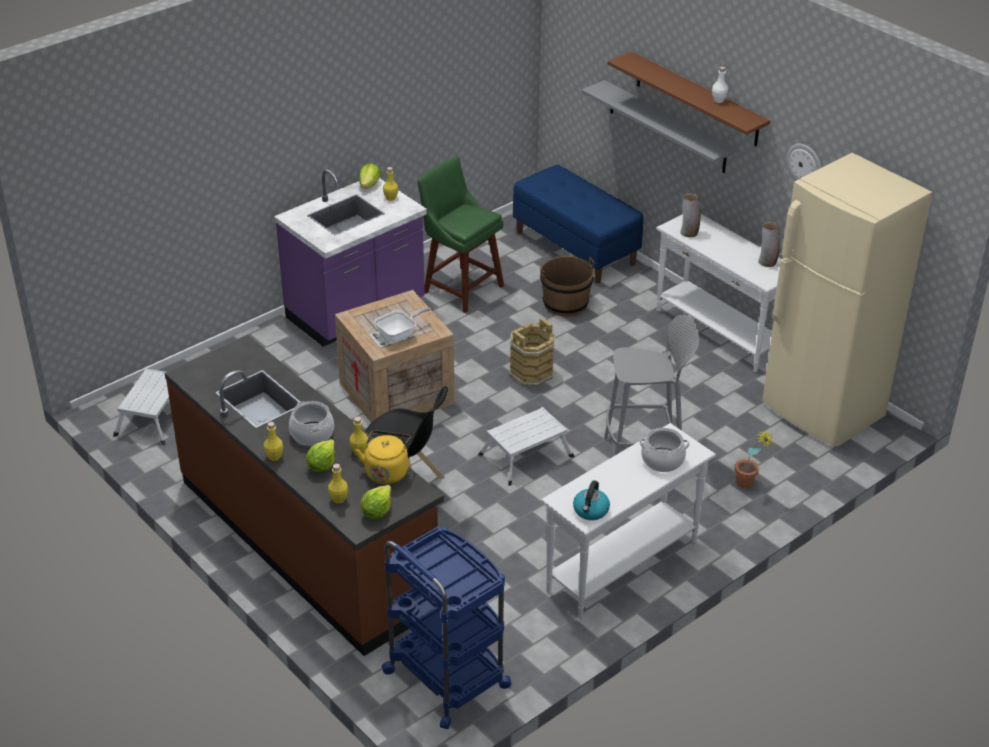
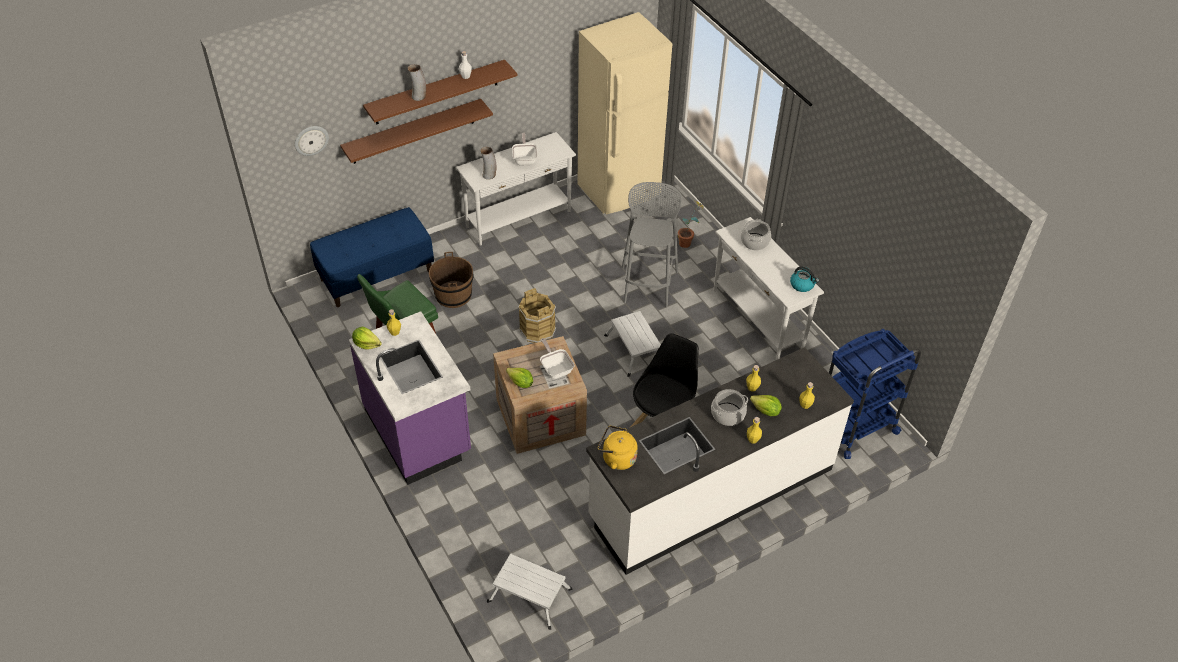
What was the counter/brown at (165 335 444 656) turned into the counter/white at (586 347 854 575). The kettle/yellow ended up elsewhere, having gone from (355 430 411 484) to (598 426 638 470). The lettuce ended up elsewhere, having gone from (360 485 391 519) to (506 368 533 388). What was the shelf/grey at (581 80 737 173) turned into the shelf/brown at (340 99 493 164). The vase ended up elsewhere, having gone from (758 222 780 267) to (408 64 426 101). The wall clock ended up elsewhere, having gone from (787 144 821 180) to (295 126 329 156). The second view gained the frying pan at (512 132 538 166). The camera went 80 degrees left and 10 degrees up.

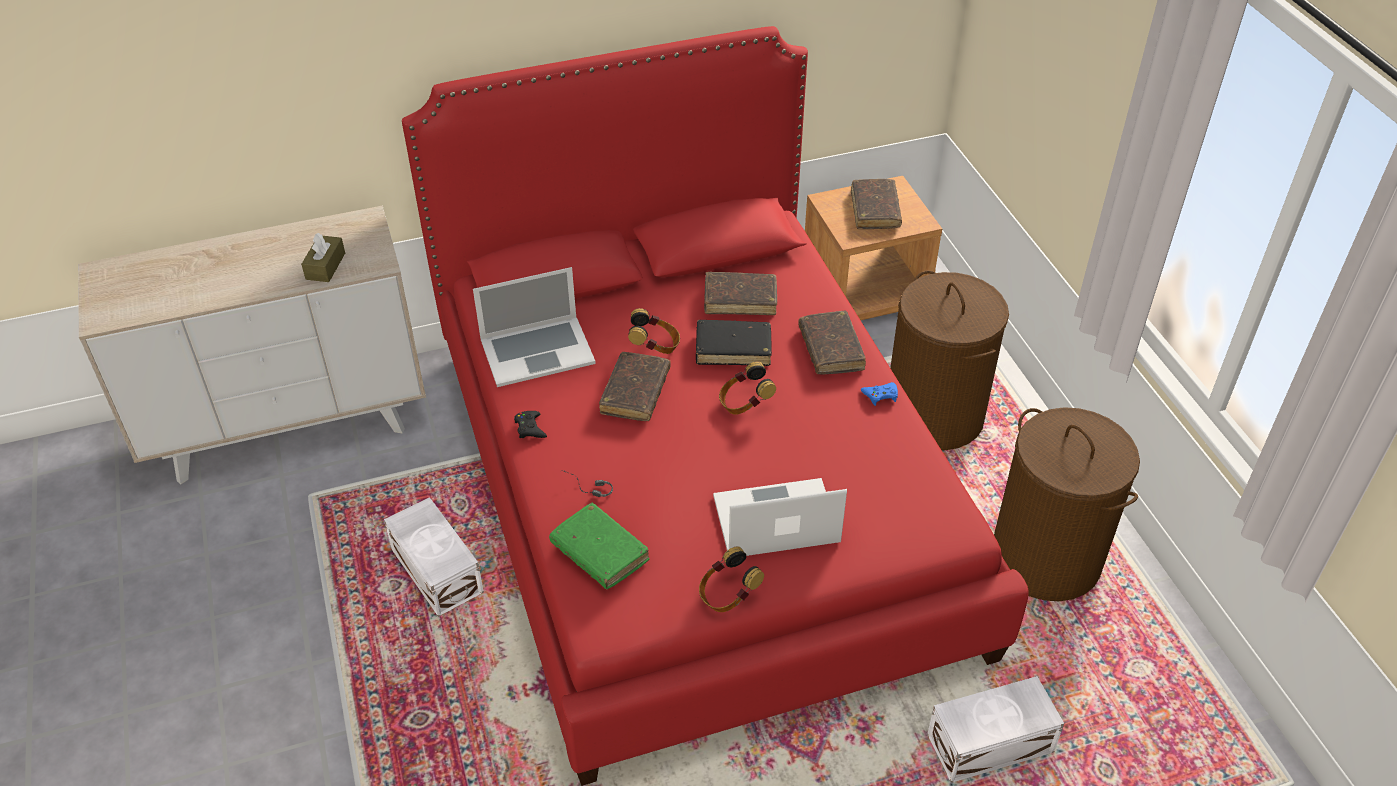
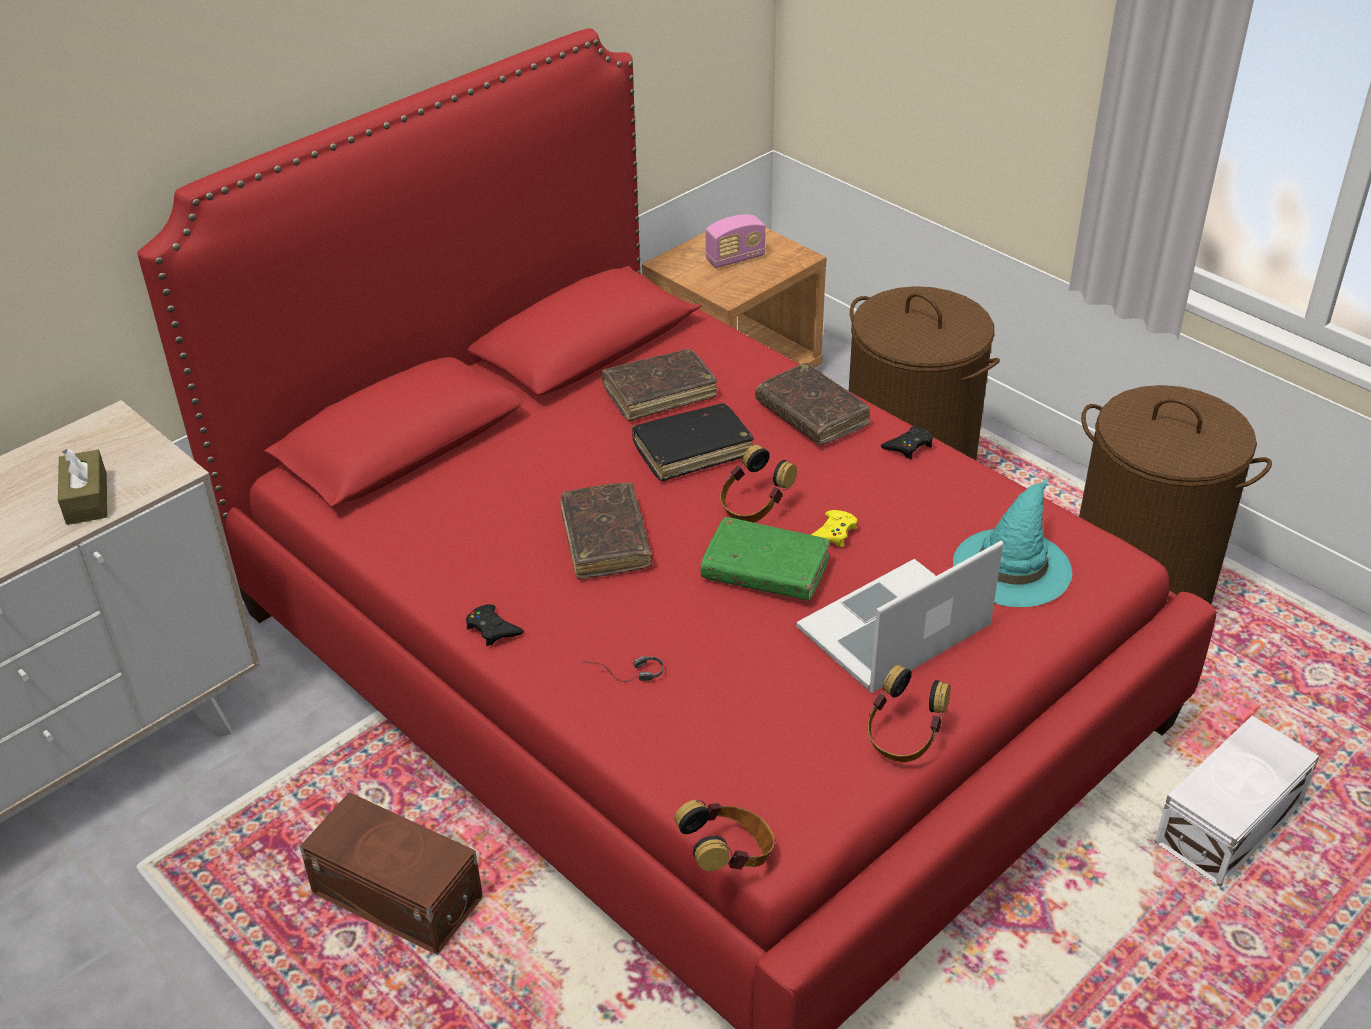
What was the storage box/white at (384 497 484 617) turned into the storage box/brown at (300 792 483 955). The second view lost the laptop at (473 267 596 387). The book/green ended up elsewhere, having gone from (549 503 649 590) to (700 517 830 600). The headphones ended up elsewhere, having gone from (628 308 680 354) to (674 800 775 871). Where the book/brown stood at (851 179 902 229), the radio came to stand at (705 214 765 268). What was the game controller/blue at (861 382 898 406) turned into the game controller/black at (881 426 933 459). The second view gained the game controller/yellow at (811 510 857 547). The second view gained the hat/turquoise at (953 476 1072 607). The camera went 25 degrees left and 5 degrees down.

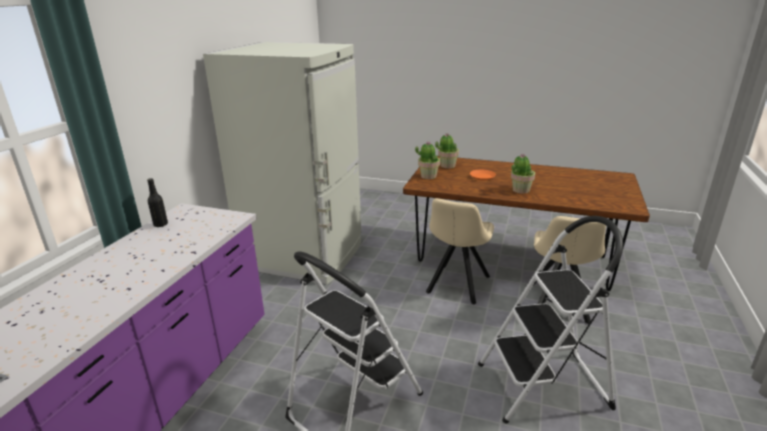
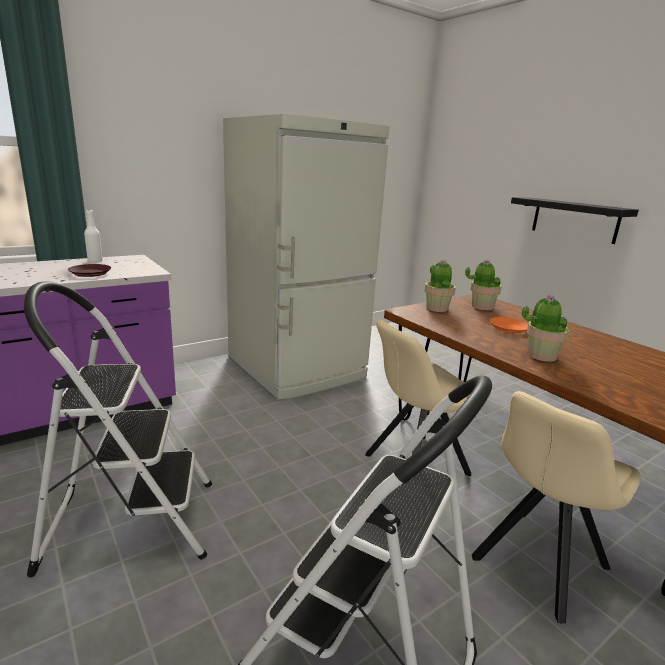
What was the bottle/black at (147 178 168 227) turned into the bottle/white at (84 210 103 262). The second view gained the plate/brown at (68 264 111 277). The second view gained the shelf/black at (511 197 639 244). The camera went 35 degrees right and 5 degrees down.

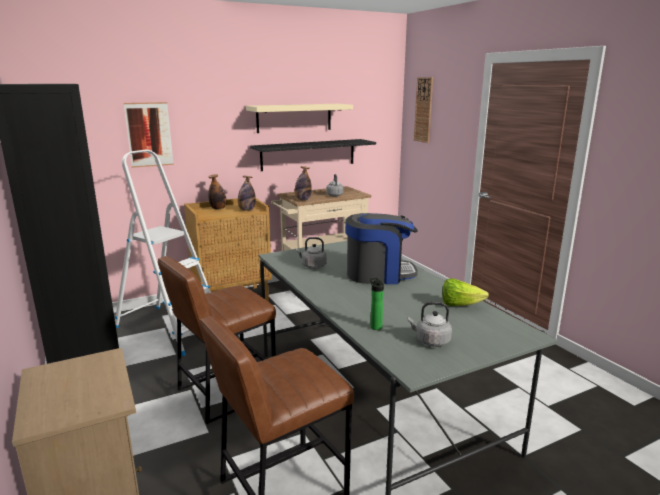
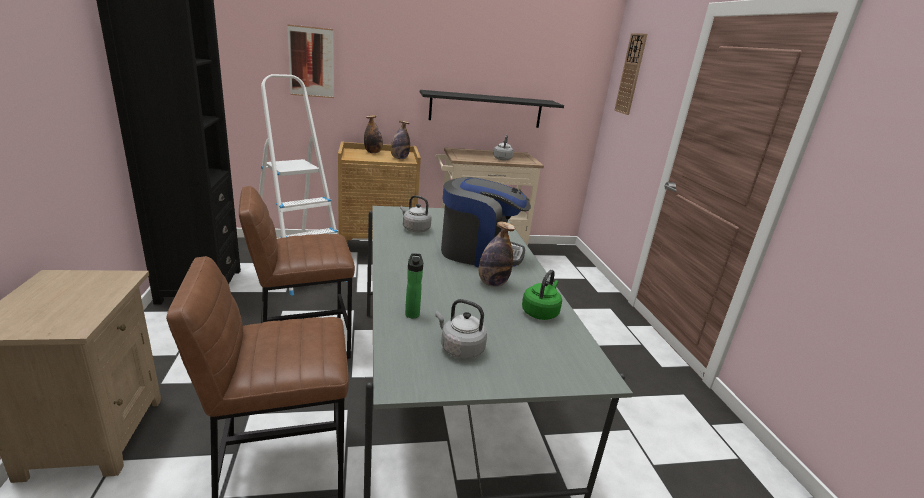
The second view lost the shelf/beige at (246 104 353 133). The bottle ended up elsewhere, having gone from (295 166 312 200) to (479 222 515 287). Where the lettuce stood at (442 278 489 306), the kettle/green came to stand at (522 270 562 320). The camera went 15 degrees right and 5 degrees up.

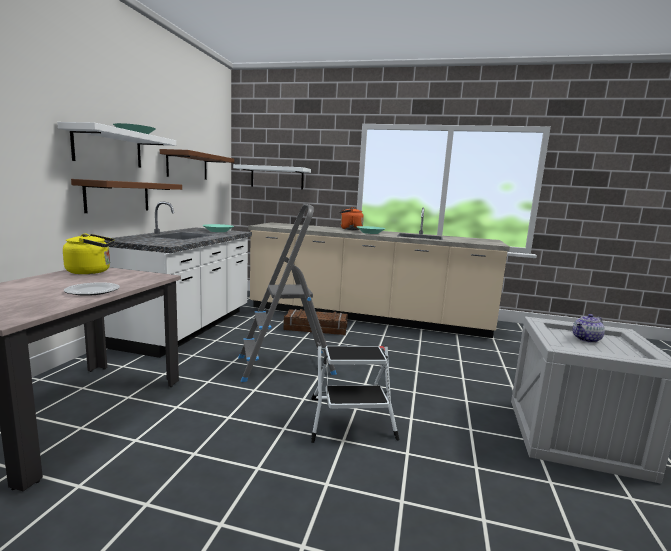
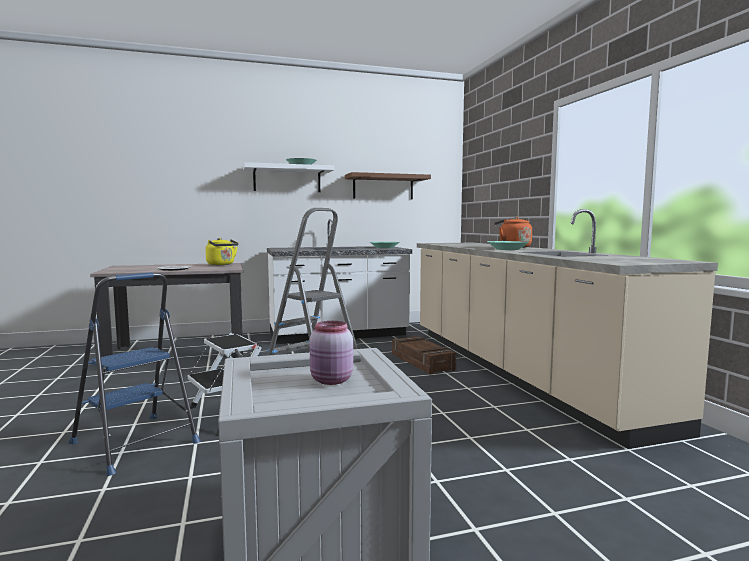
The second view lost the shelf/brown at (71 179 182 213). The second view lost the shelf/white at (233 164 311 190). Where the teapot stood at (573 314 605 343), the jar/pink came to stand at (309 321 353 385). The second view gained the step ladder/blue at (69 272 201 476). The camera went 60 degrees right and 5 degrees down.

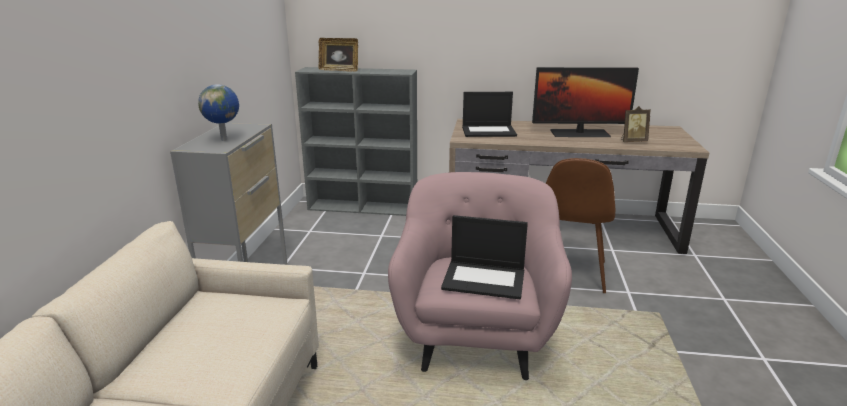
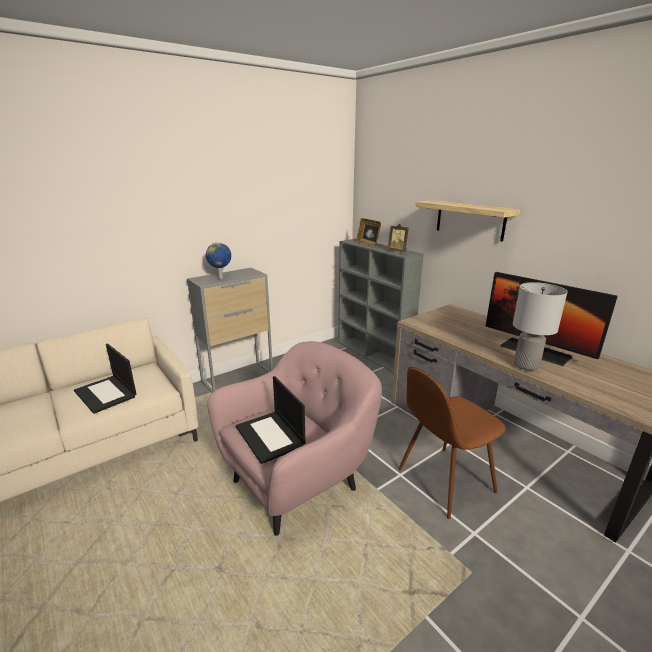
The laptop ended up elsewhere, having gone from (462 92 517 137) to (74 344 137 414). The picture frame ended up elsewhere, having gone from (621 106 651 142) to (387 224 409 253). The second view gained the shelf at (415 200 520 242). The second view gained the table lamp/grey at (513 282 568 371). The camera went 45 degrees right and 0 degrees up.

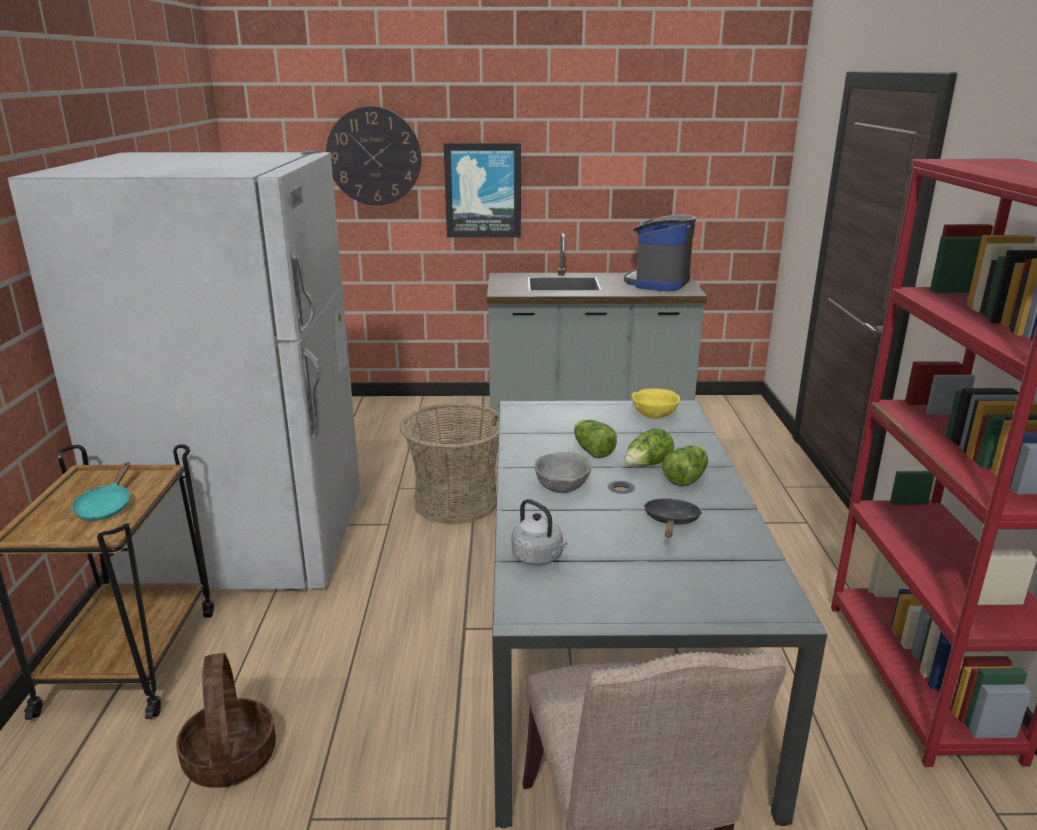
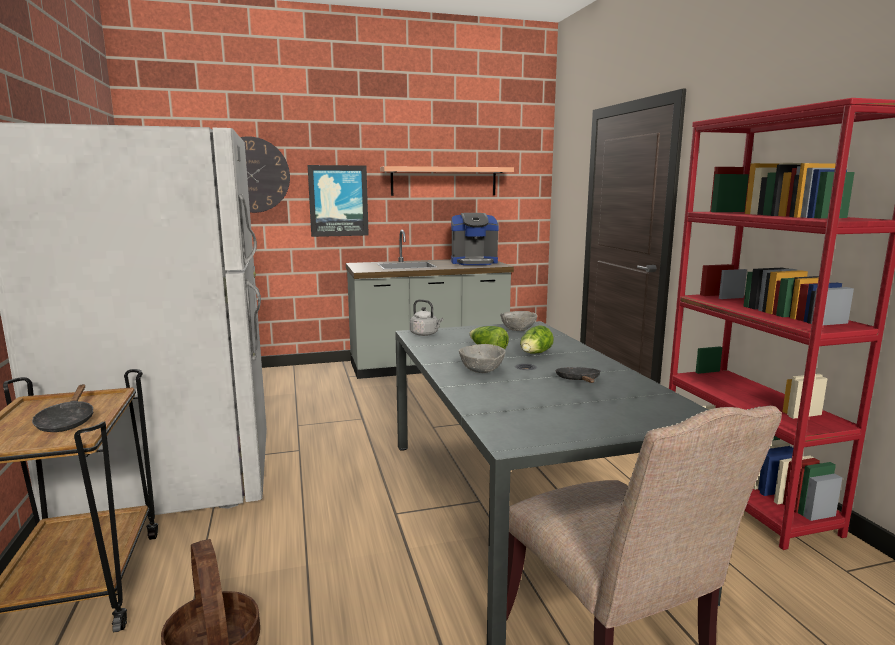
What was the frying pan/turquoise at (72 462 130 521) turned into the frying pan/black at (32 384 94 432). The second view lost the basket at (400 402 500 525). The kettle/grey ended up elsewhere, having gone from (512 499 568 566) to (410 299 443 336). The coffee machine at (624 215 696 291) ended up facing another way, 105 degrees counterclockwise from before. What was the bowl/yellow at (632 389 680 419) turned into the bowl/grey at (500 311 537 331). The second view lost the lettuce at (662 445 708 486). The second view gained the shelf at (380 166 514 196). The camera went 15 degrees left and 10 degrees down.

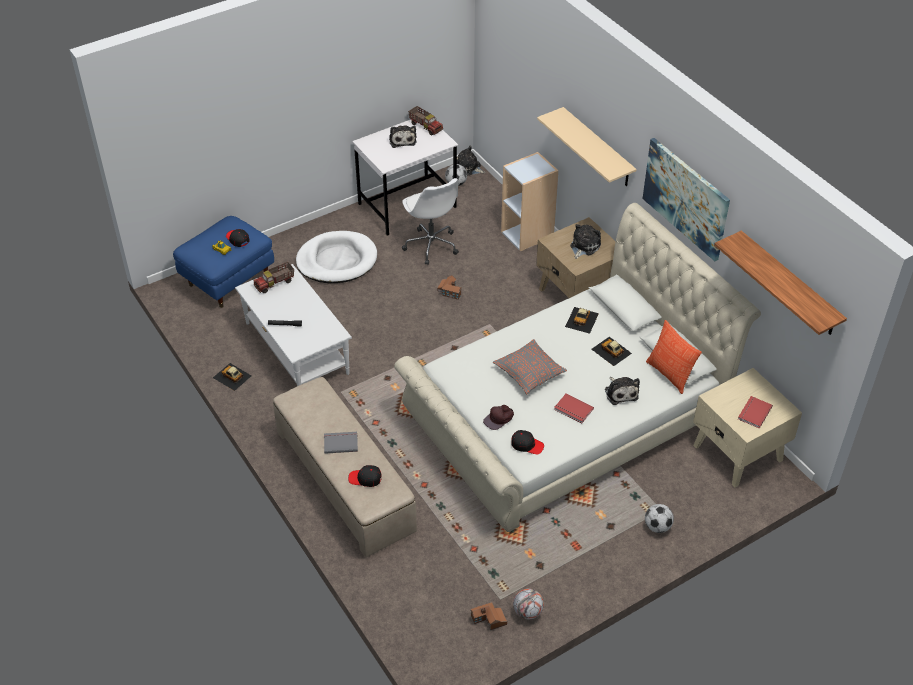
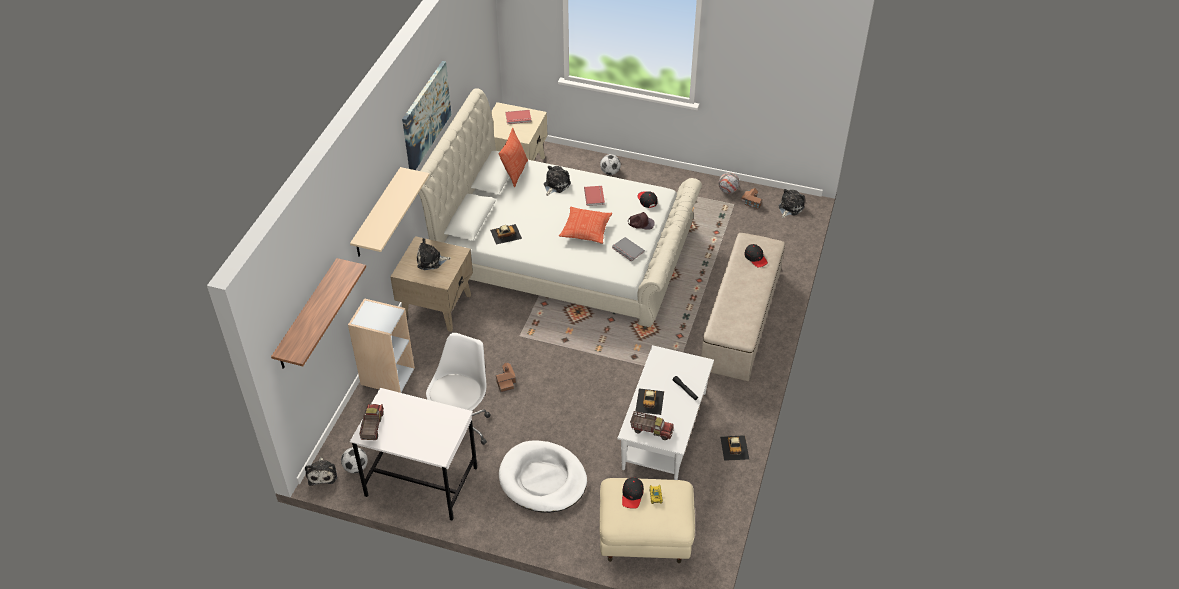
What was the ottoman/blue at (173 216 274 308) turned into the ottoman/beige at (599 478 695 563). The book/grey ended up elsewhere, having gone from (324 432 358 454) to (612 237 645 261). The plush toy ended up elsewhere, having gone from (389 125 417 148) to (778 189 805 218). What was the pillow/grey at (493 339 567 394) turned into the pillow/orange at (559 207 612 244). The toy car ended up elsewhere, having gone from (592 337 632 366) to (636 388 664 415). The shelf ended up elsewhere, having gone from (714 231 847 335) to (271 258 366 369). The camera went 130 degrees left and 0 degrees up.

